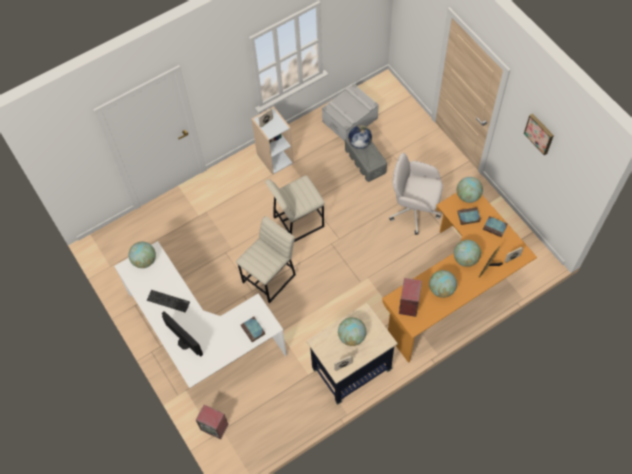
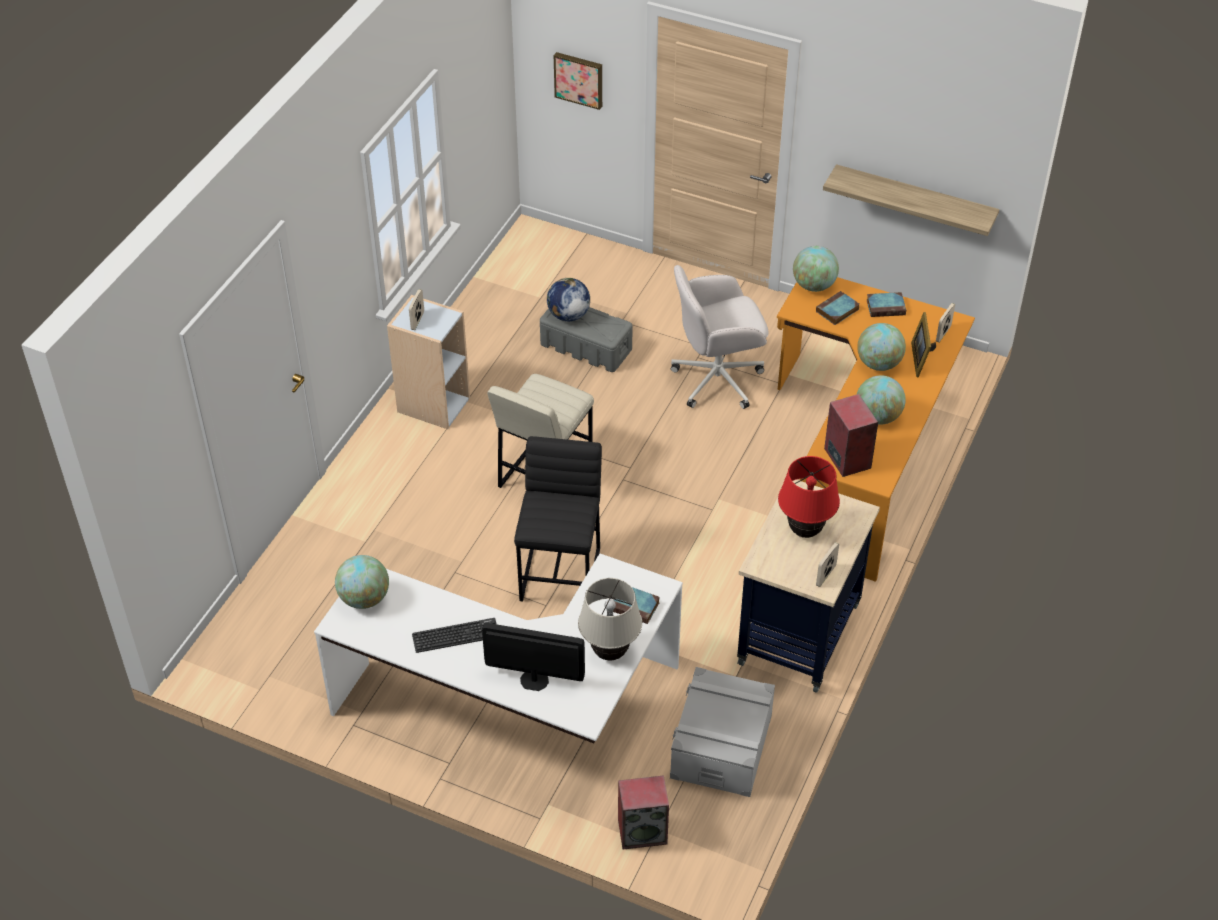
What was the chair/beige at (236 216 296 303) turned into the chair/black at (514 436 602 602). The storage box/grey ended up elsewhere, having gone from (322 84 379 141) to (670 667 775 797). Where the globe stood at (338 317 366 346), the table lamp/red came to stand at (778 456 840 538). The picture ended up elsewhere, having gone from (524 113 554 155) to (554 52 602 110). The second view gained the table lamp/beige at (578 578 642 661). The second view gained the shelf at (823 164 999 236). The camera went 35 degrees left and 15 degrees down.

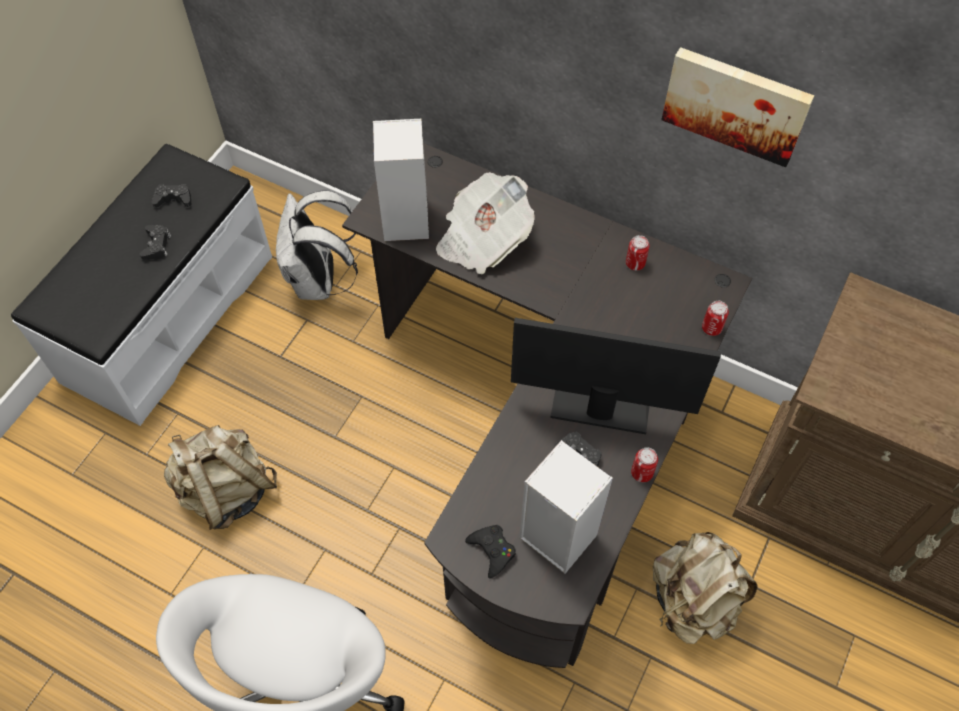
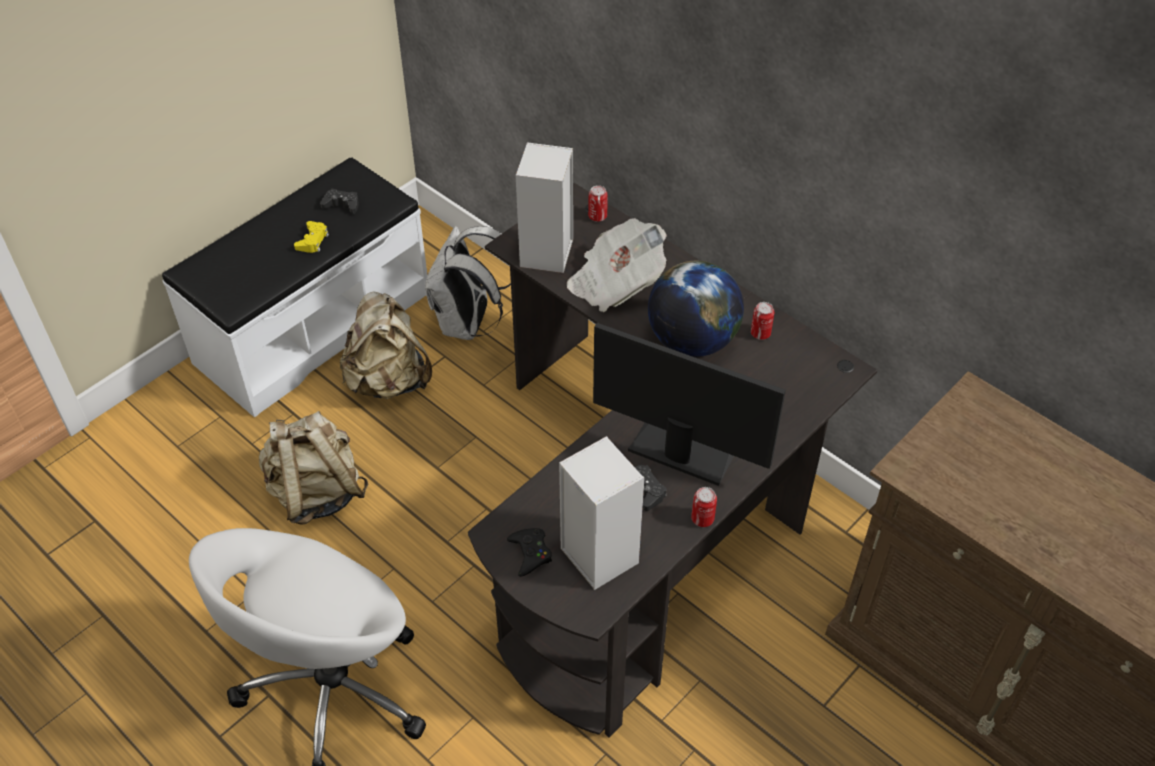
What was the game controller/black at (140 225 171 260) turned into the game controller/yellow at (294 221 329 253). The backpack/beige ended up elsewhere, having gone from (653 532 758 644) to (340 292 432 399). The second view lost the picture at (661 47 814 167). The can ended up elsewhere, having gone from (702 301 729 336) to (588 185 608 221). The second view gained the globe at (648 261 744 357). The camera went 15 degrees right and 10 degrees down.

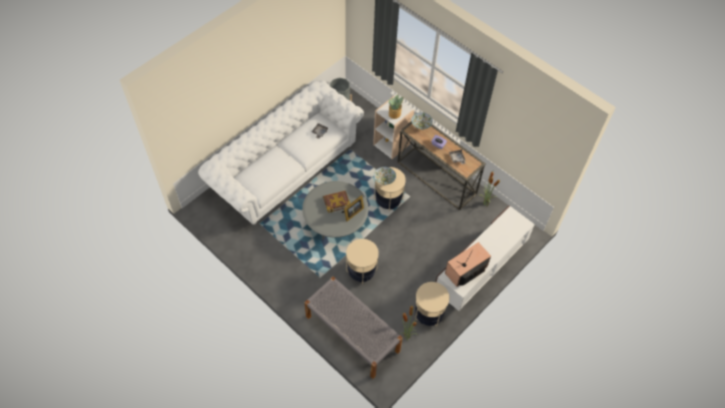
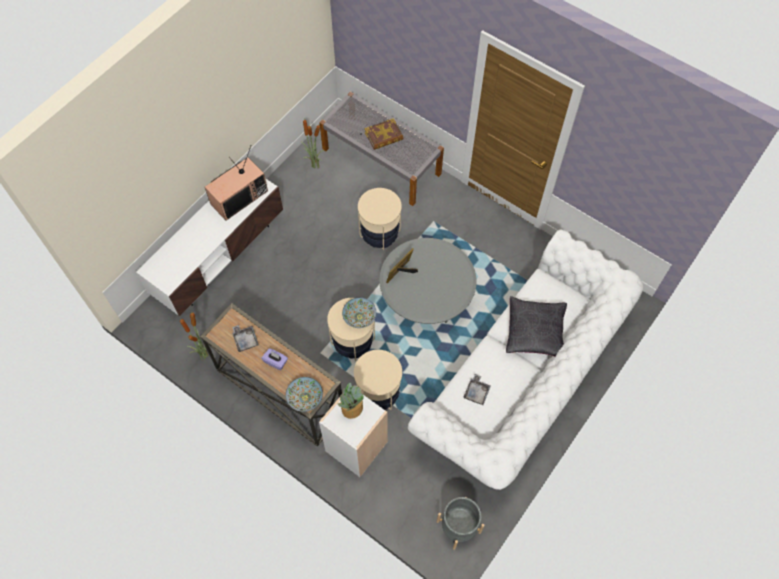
The book ended up elsewhere, having gone from (323 191 350 213) to (364 118 404 150). The side table/beige ended up elsewhere, having gone from (415 282 450 326) to (354 350 402 410). The second view gained the pillow/black at (506 296 567 356). The camera went 175 degrees right and 5 degrees up.

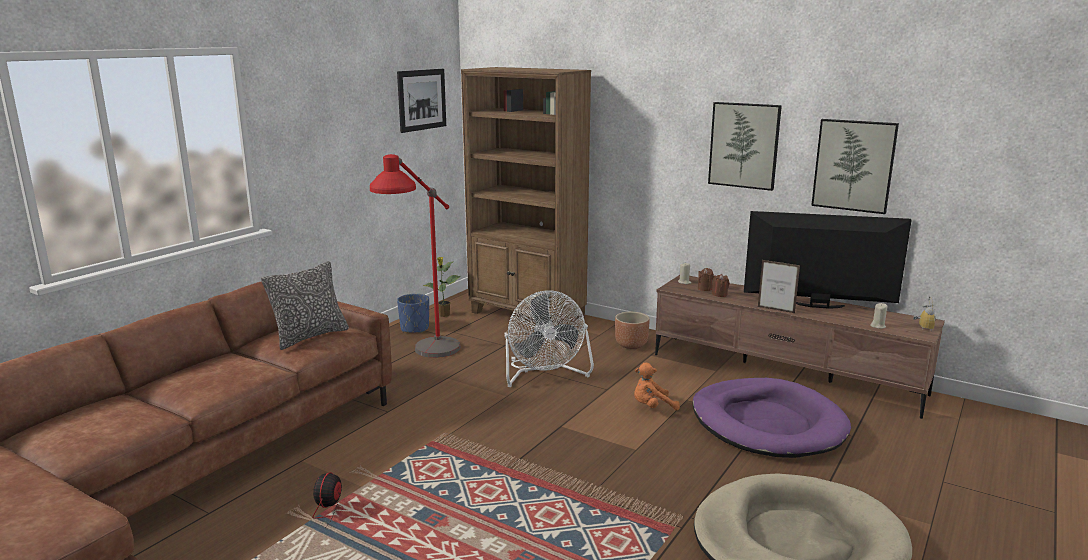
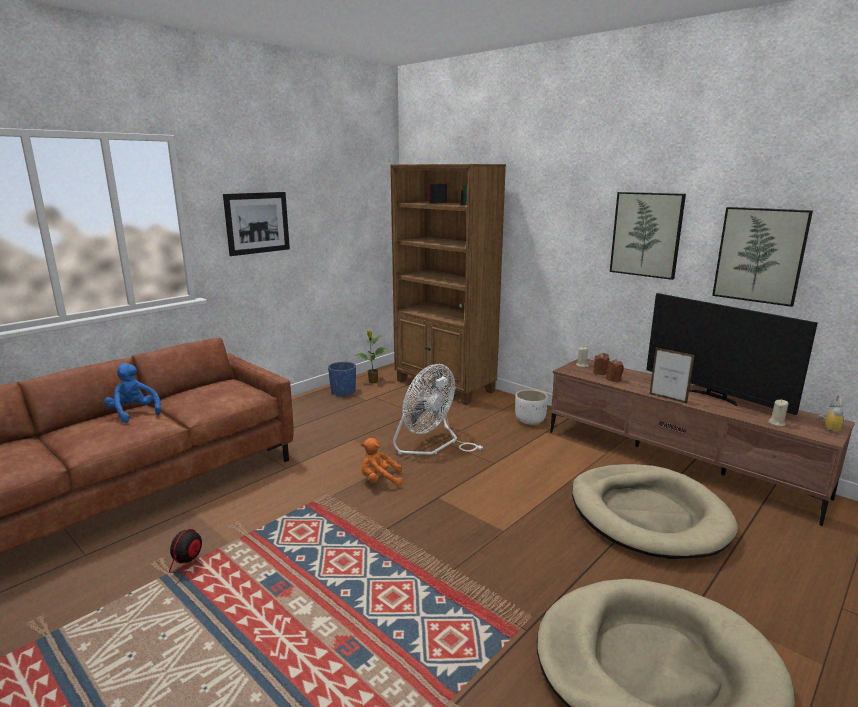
The second view lost the pillow at (261 261 349 350). The second view lost the floor lamp/red at (370 154 461 358). The picture ended up elsewhere, having gone from (397 69 446 133) to (223 192 290 256). The fan/white at (505 290 594 387) ended up facing another way, 135 degrees clockwise from before. What was the planter/brown at (615 312 650 349) turned into the planter/white at (515 389 548 425). The plush toy/orange ended up elsewhere, having gone from (634 363 680 410) to (361 438 403 487). What was the dog bed/purple at (692 378 851 458) turned into the dog bed/beige at (572 464 738 559). The television at (744 211 912 309) ended up facing another way, 150 degrees counterclockwise from before. The second view gained the plush toy/blue at (104 363 161 423). The camera went 10 degrees right and 0 degrees up.

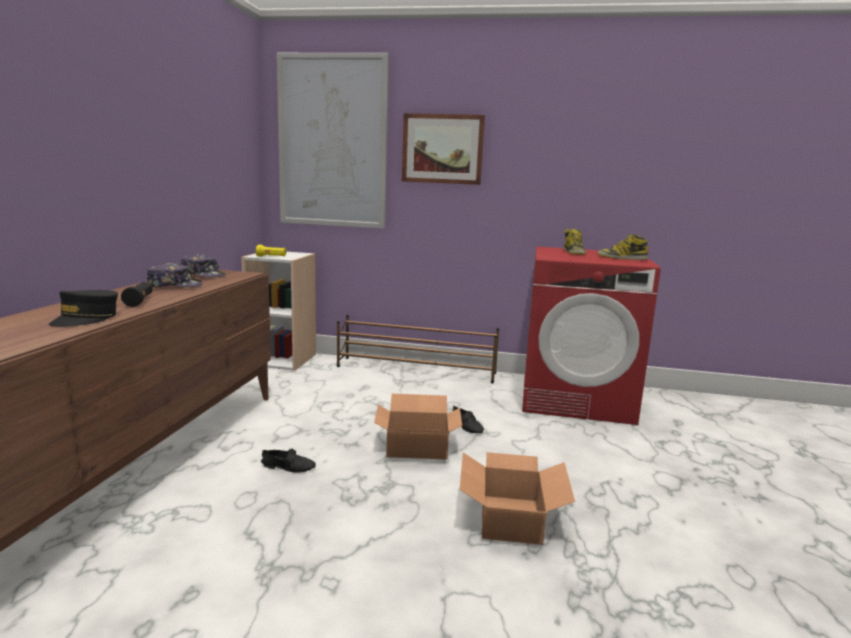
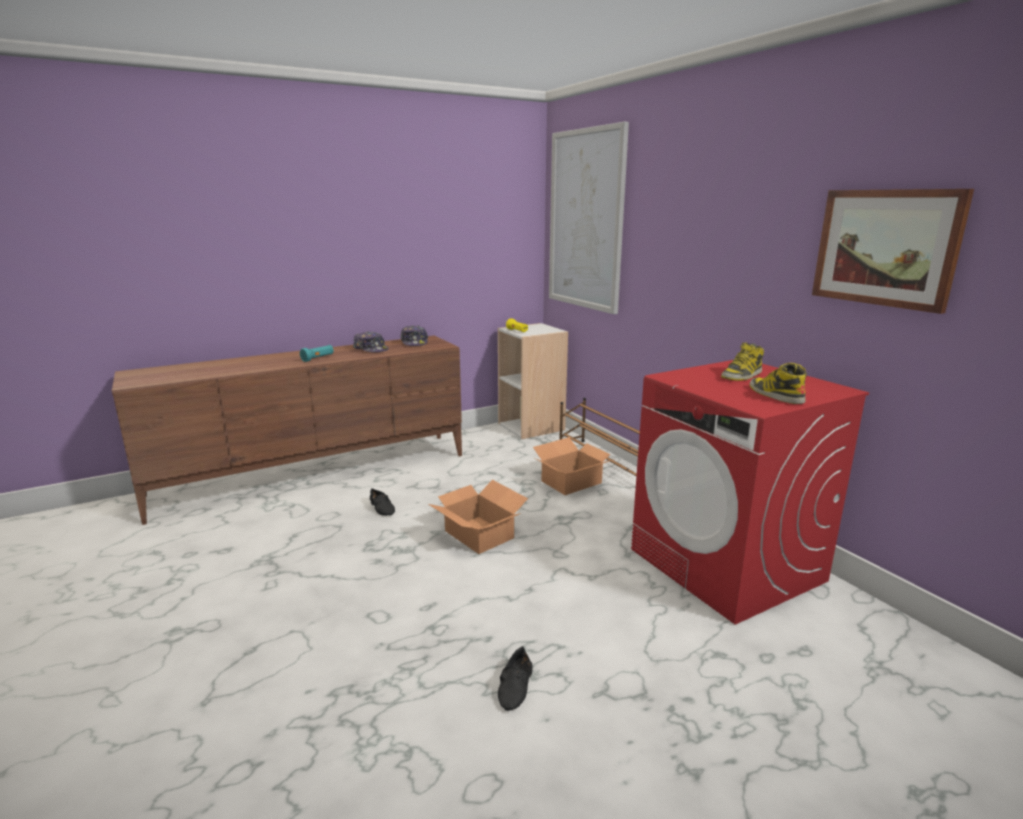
The second view lost the cap/black at (48 290 118 327). What was the flashlight/black at (121 282 153 307) turned into the flashlight/turquoise at (300 345 334 362). The picture ended up elsewhere, having gone from (402 113 485 185) to (812 189 974 314). The shoe/black ended up elsewhere, having gone from (453 406 484 433) to (498 646 533 711). The cardboard box ended up elsewhere, having gone from (460 452 575 545) to (533 437 612 495). The camera went 50 degrees right and 5 degrees up.

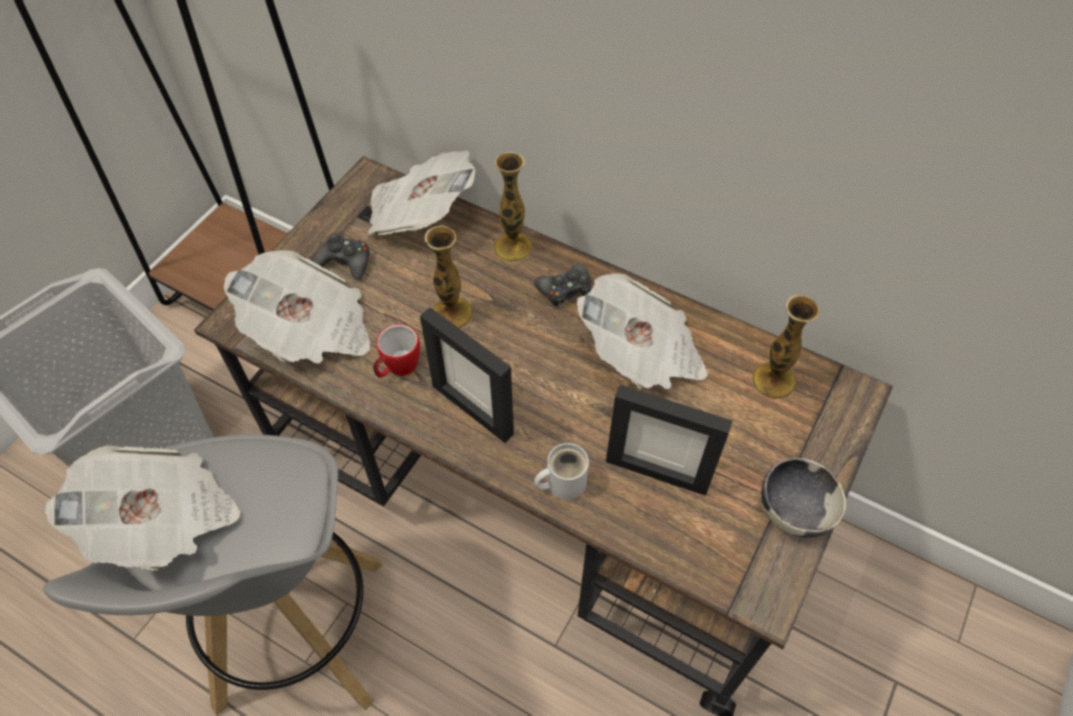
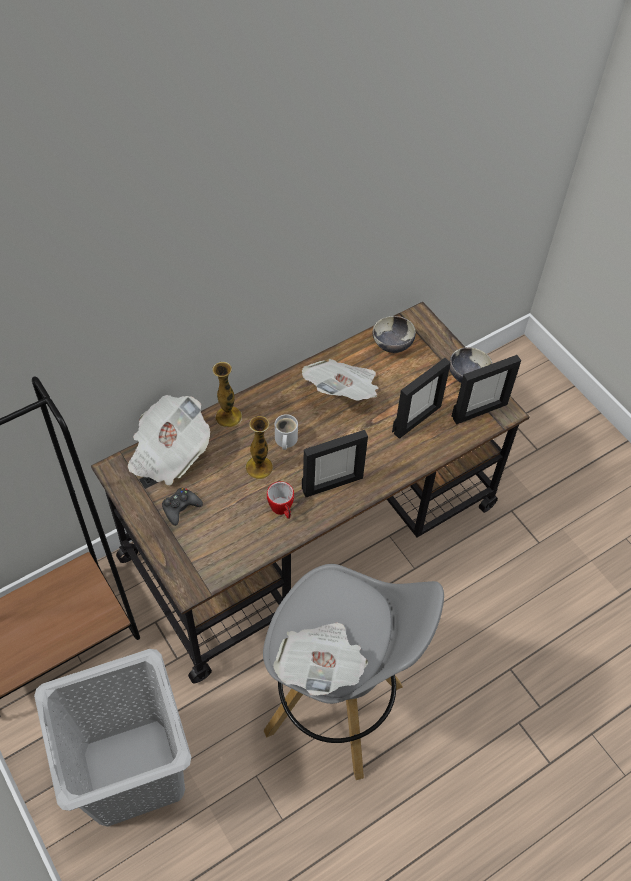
The second view lost the newspaper at (224 250 370 364). The second view lost the game controller/black at (534 263 591 308). The mug/white ended up elsewhere, having gone from (534 443 589 499) to (275 414 298 450). Where the vase stood at (752 295 819 400), the bowl came to stand at (373 316 416 353). The second view gained the picture frame at (451 355 521 424). The camera went 65 degrees left and 0 degrees up.

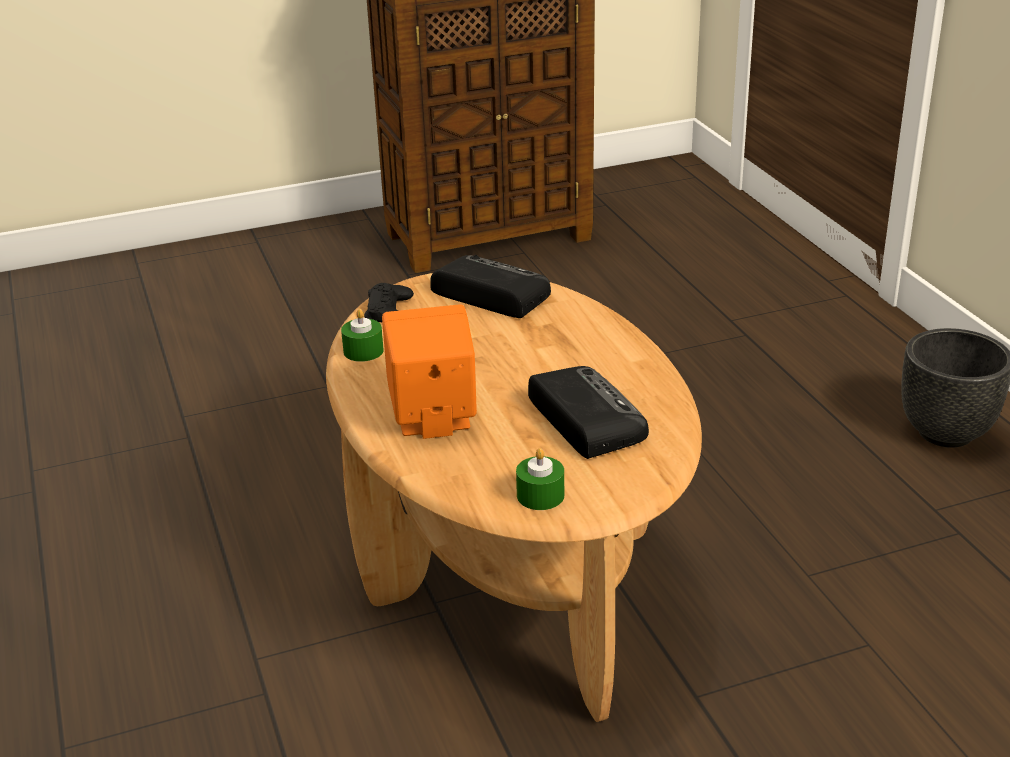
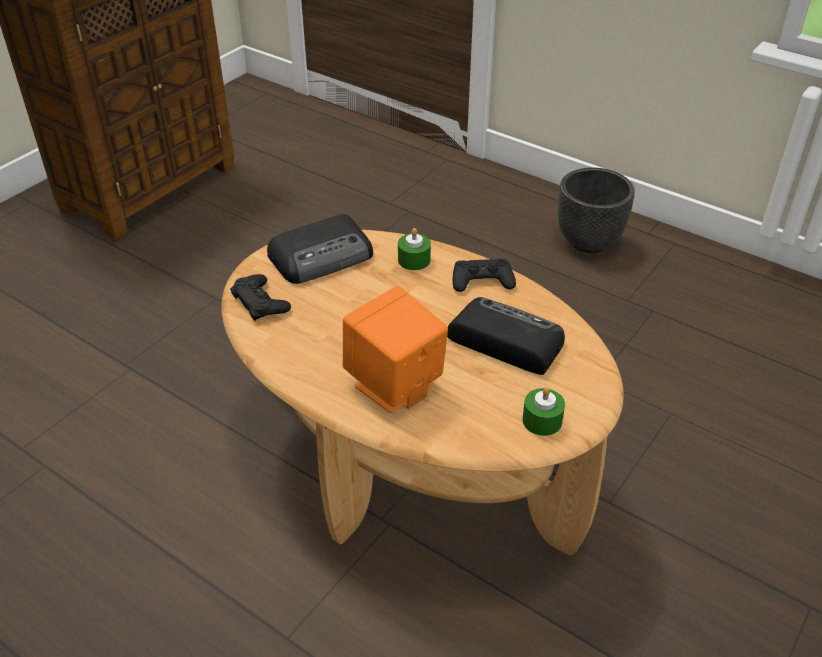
The candle/green ended up elsewhere, having gone from (341 309 384 362) to (398 228 431 270). The radio at (431 255 551 318) ended up facing another way, 150 degrees clockwise from before. The second view gained the game controller/black at (453 259 516 292). The camera went 35 degrees left and 10 degrees up.

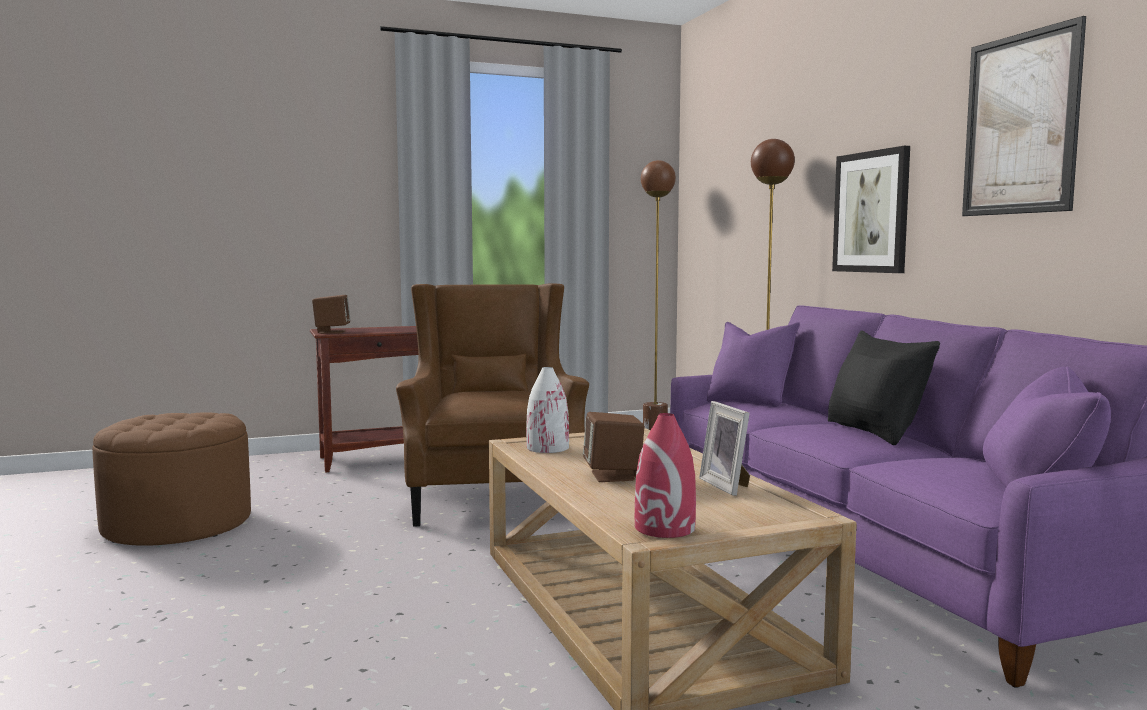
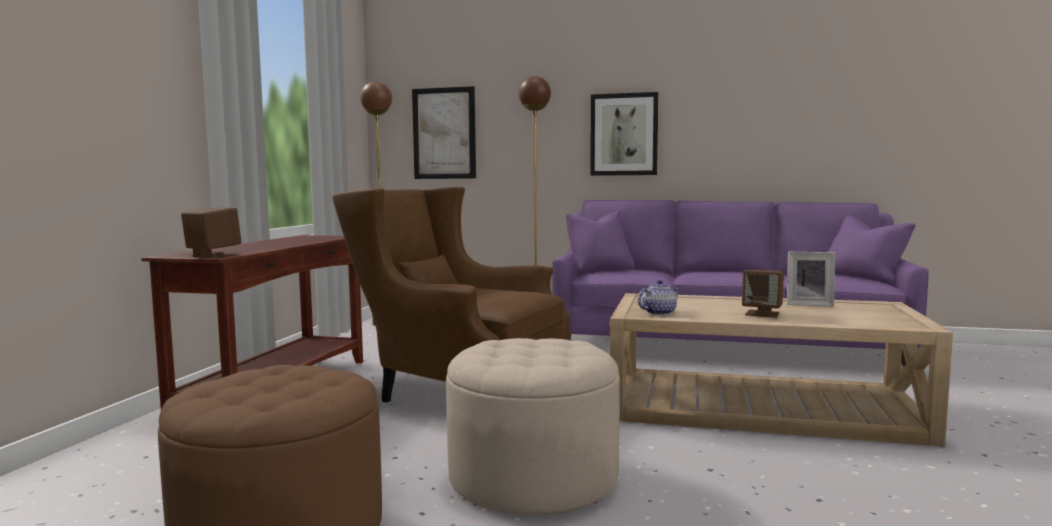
Where the vase/white stood at (526 367 569 453), the teapot came to stand at (638 280 680 315). The second view lost the vase/red at (635 413 696 538). The second view lost the pillow/black at (828 331 940 445). The picture ended up elsewhere, having gone from (962 16 1086 216) to (412 86 476 179). The second view gained the ottoman/beige at (446 338 620 515). The camera went 55 degrees left and 0 degrees up.

